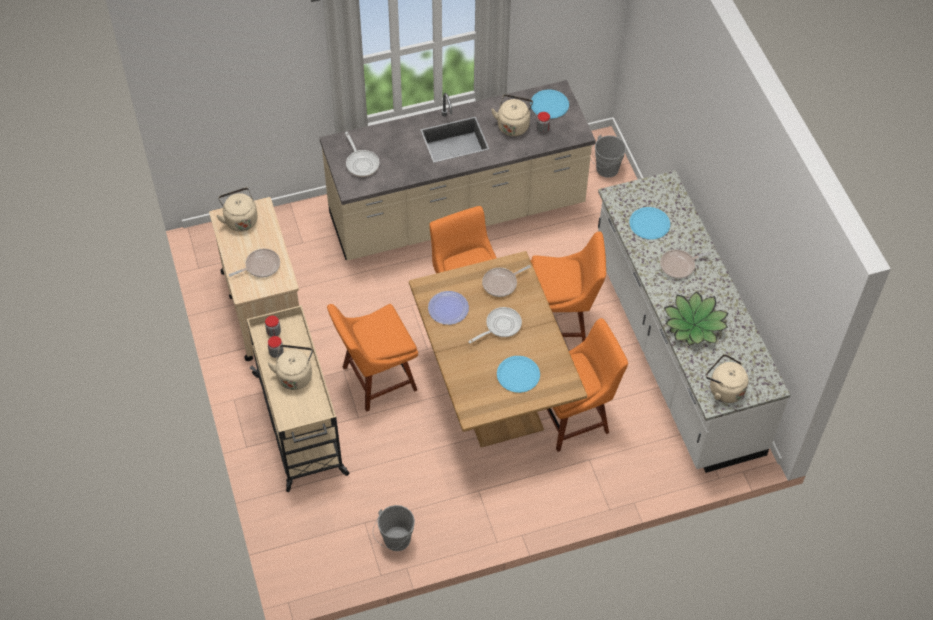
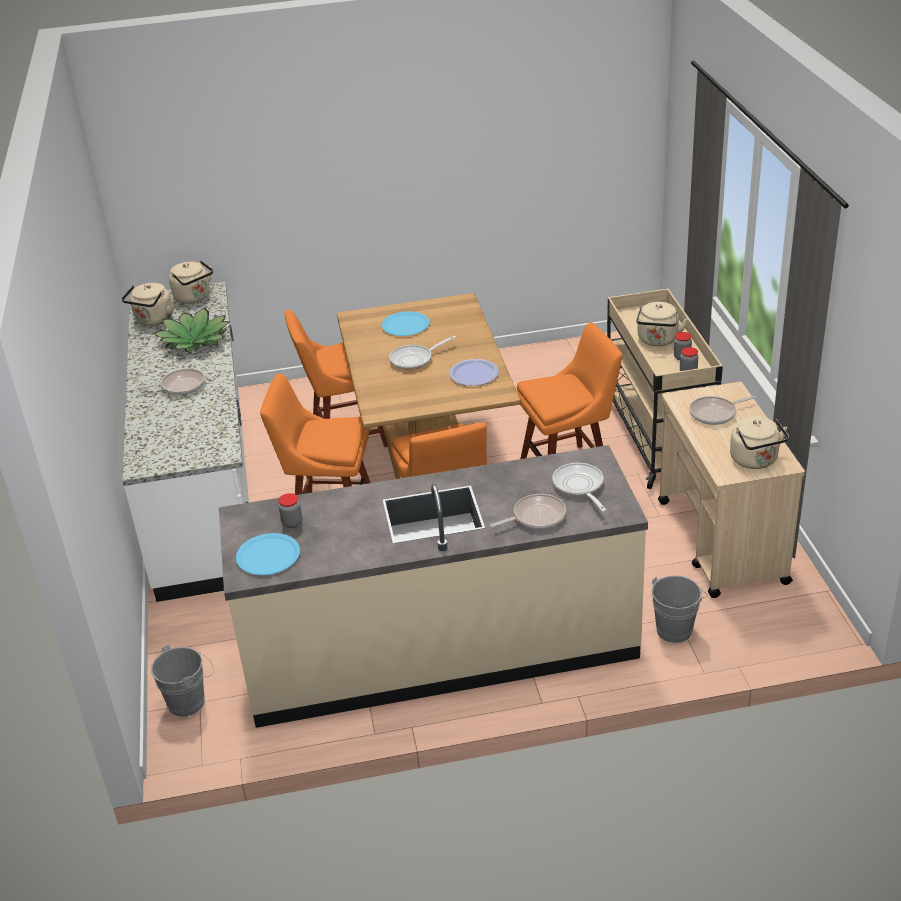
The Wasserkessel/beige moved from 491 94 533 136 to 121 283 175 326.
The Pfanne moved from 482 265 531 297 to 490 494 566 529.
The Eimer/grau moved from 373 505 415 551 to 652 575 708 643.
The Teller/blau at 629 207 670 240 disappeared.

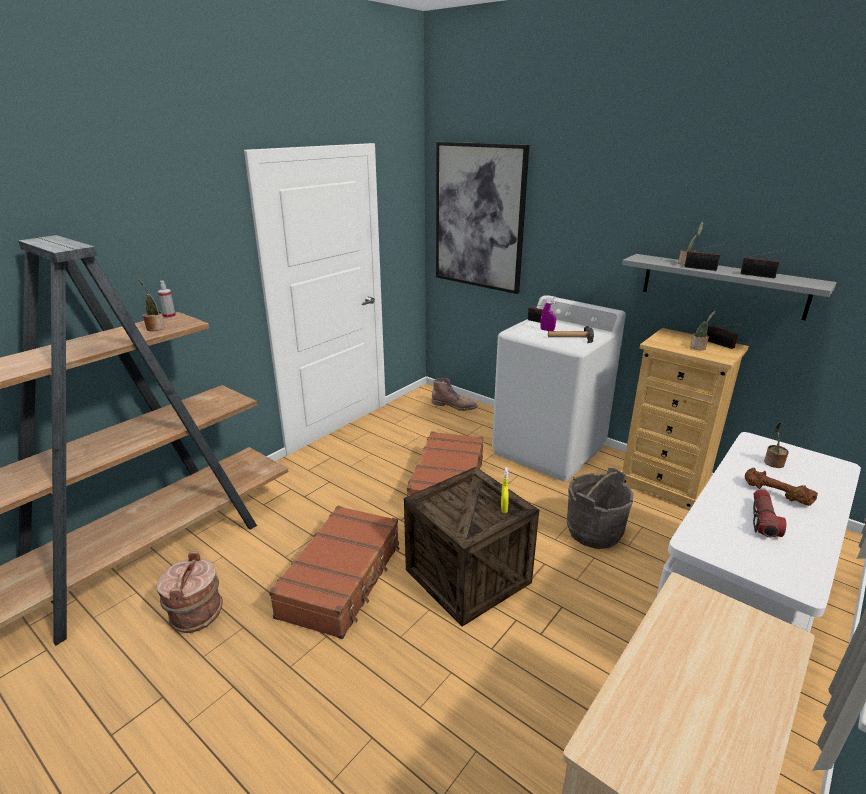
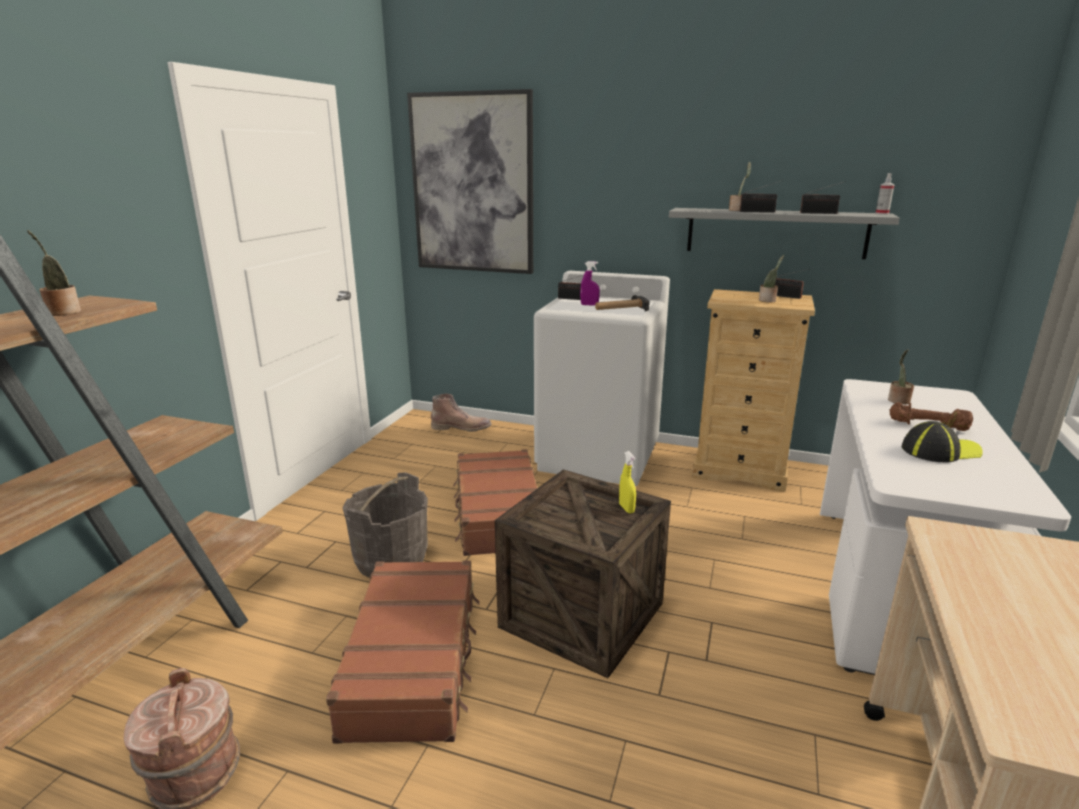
The Eimer/grau moved from 567 468 634 549 to 343 472 428 578.
The Sprühflasche moved from 158 281 176 319 to 875 173 895 215.
The Taschenlampe at 753 489 786 538 was replaced by the Kappe at 902 421 983 463.

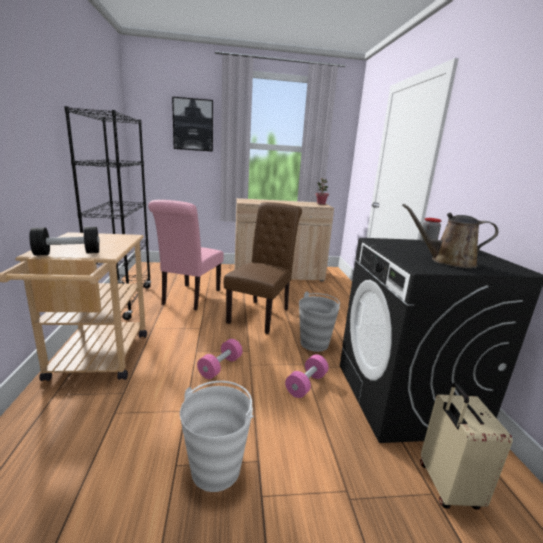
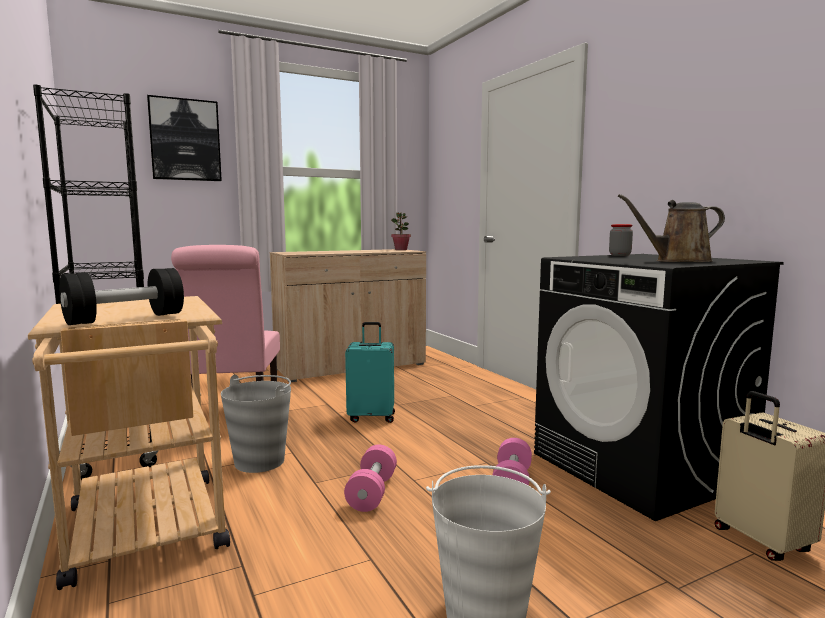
The Eimer/grau moved from 299 291 340 352 to 221 375 291 473.
The Stuhl/braun at 224 202 302 334 was replaced by the Koffer/türkis at 345 322 395 423.

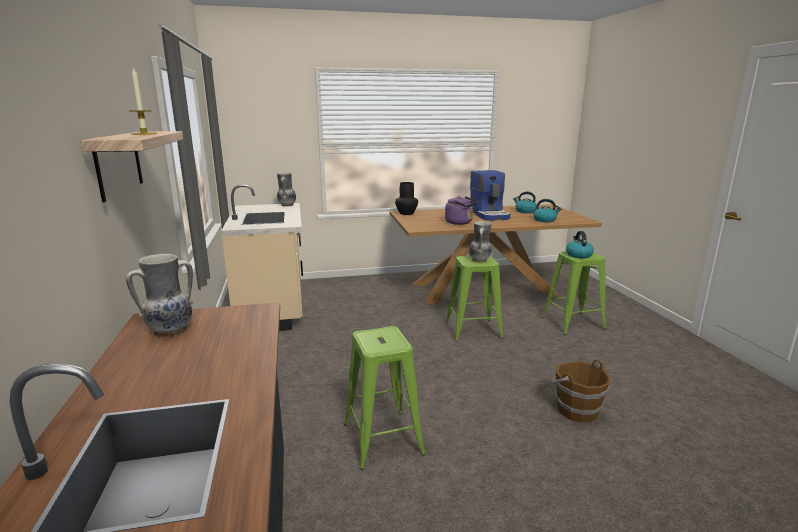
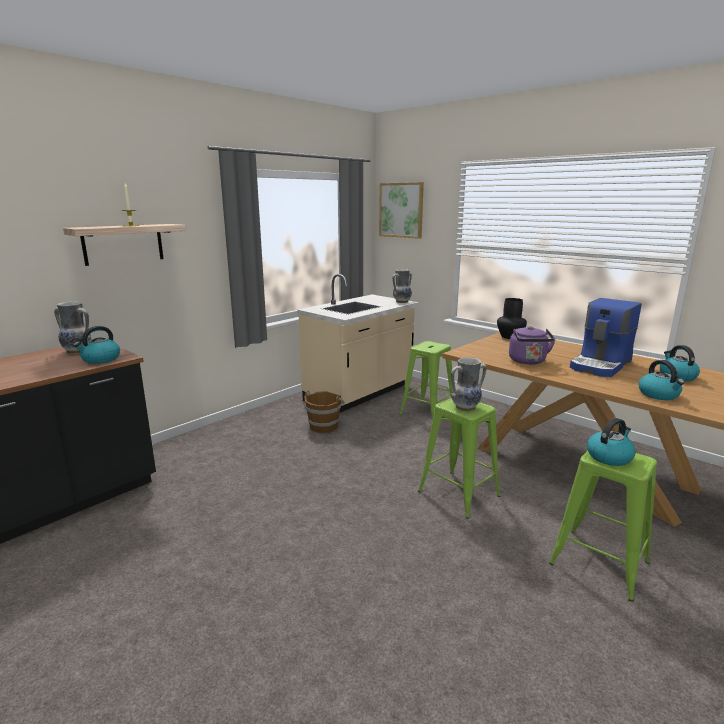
The Wasserkessel at 73 326 120 364 appeared.
The Eimer/braun moved from 552 359 611 423 to 304 390 345 433.
The Bild at 379 182 424 239 appeared.
The Hocker/grün moved from 344 326 426 470 to 399 341 453 419.

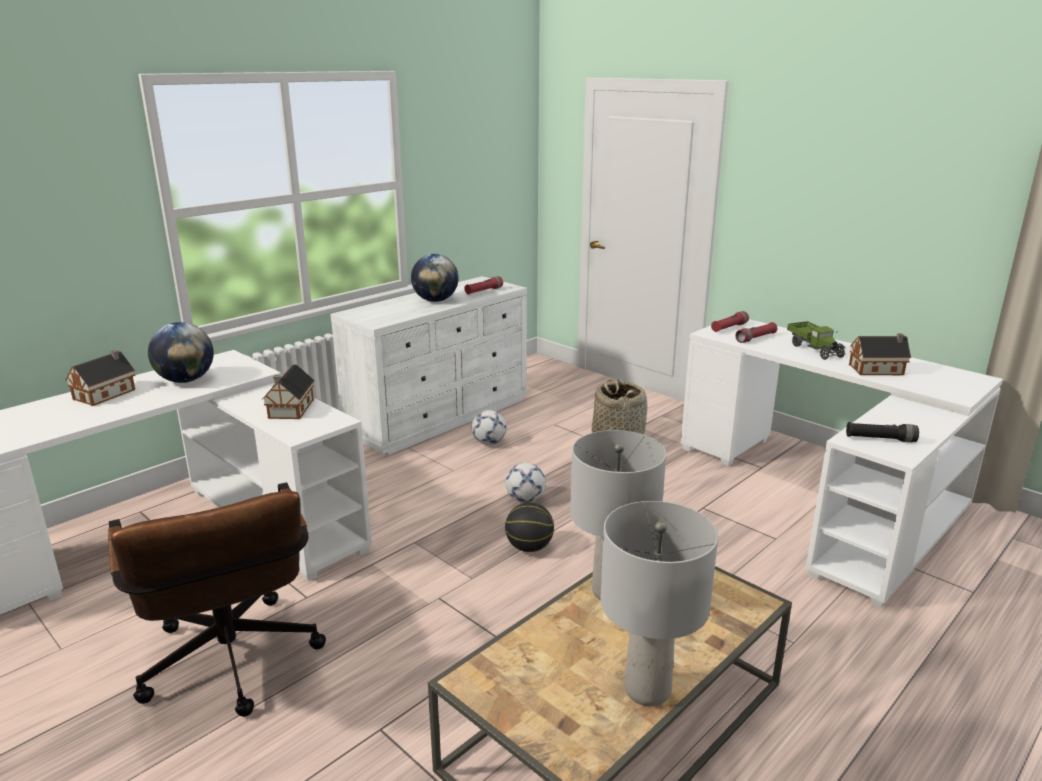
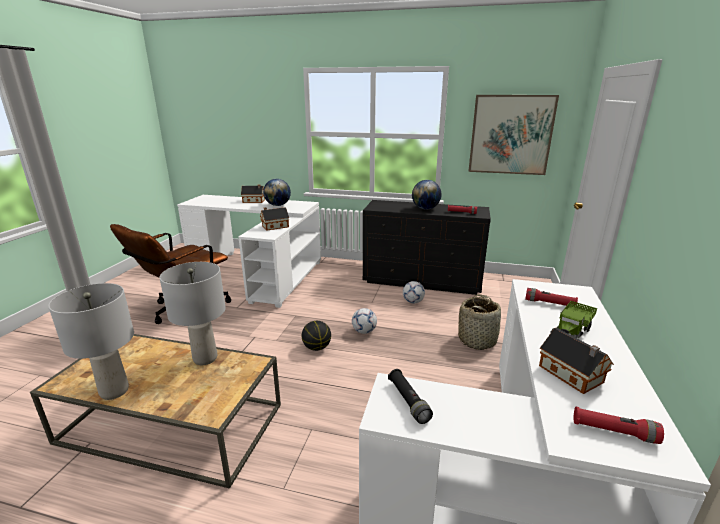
The Kommode/weiß at 330 276 527 455 became the Kommode/schwarz at 363 200 491 295.
The Bild at 468 95 559 175 appeared.
The Taschenlampe/rot moved from 711 311 749 332 to 574 407 664 444.

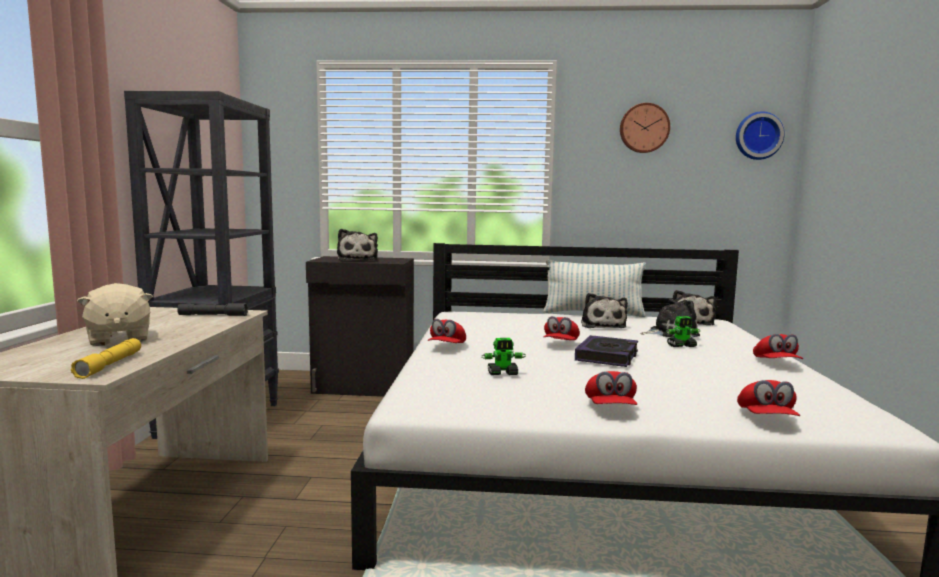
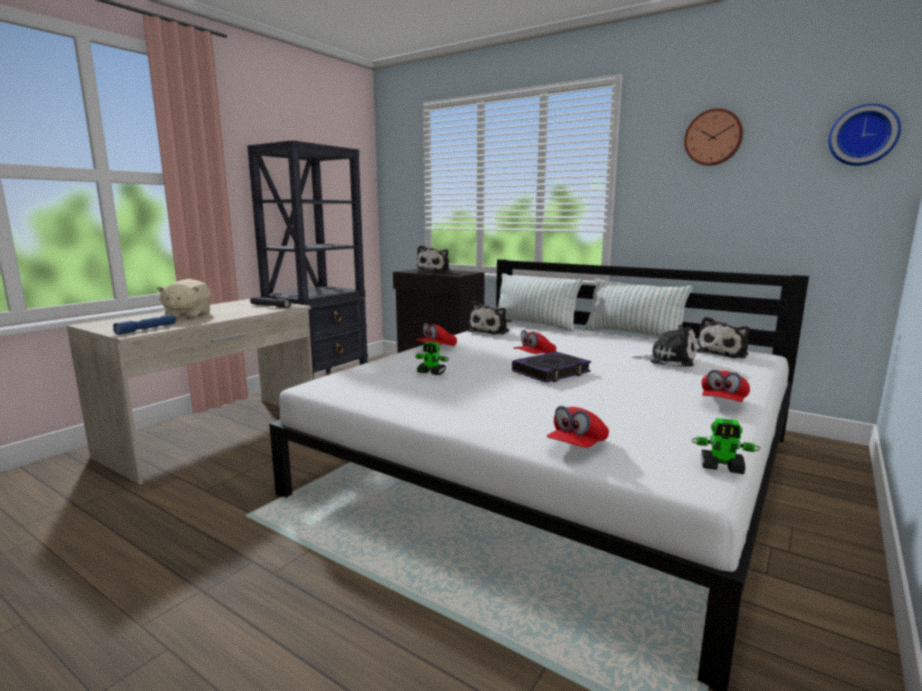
The Taschenlampe/gelb at 71 338 141 379 became the Taschenlampe/blau at 113 315 176 335.
The Plüschtier moved from 581 293 628 328 to 468 301 509 335.
The Kissen at 497 273 583 332 appeared.
The Spielzeugroboter moved from 666 316 700 347 to 692 418 760 474.
The Kappe/rot at 585 371 637 405 disappeared.

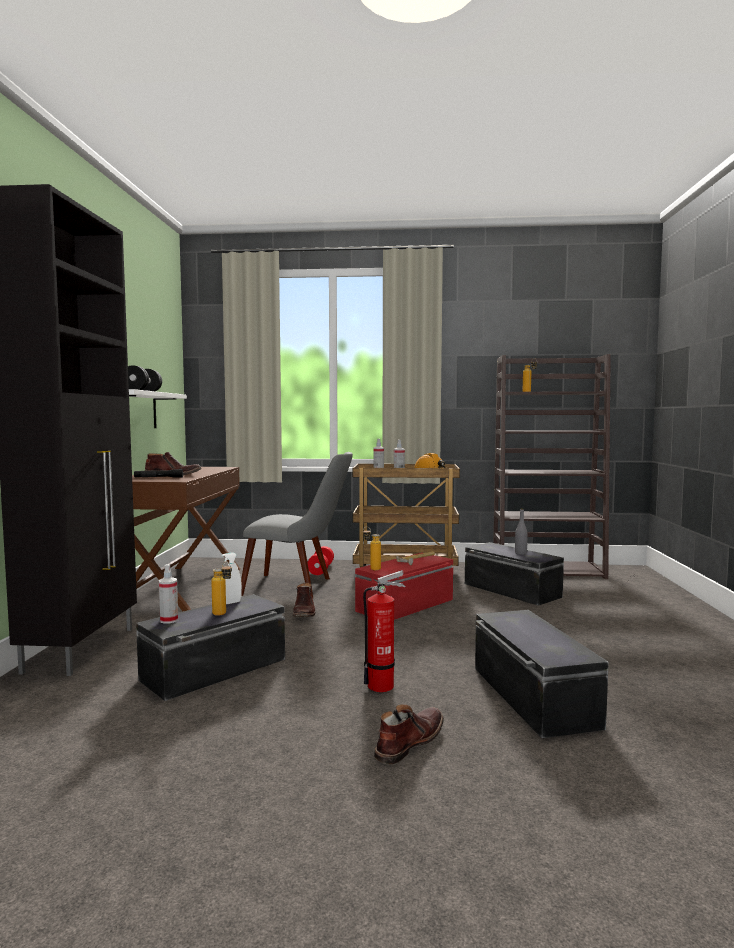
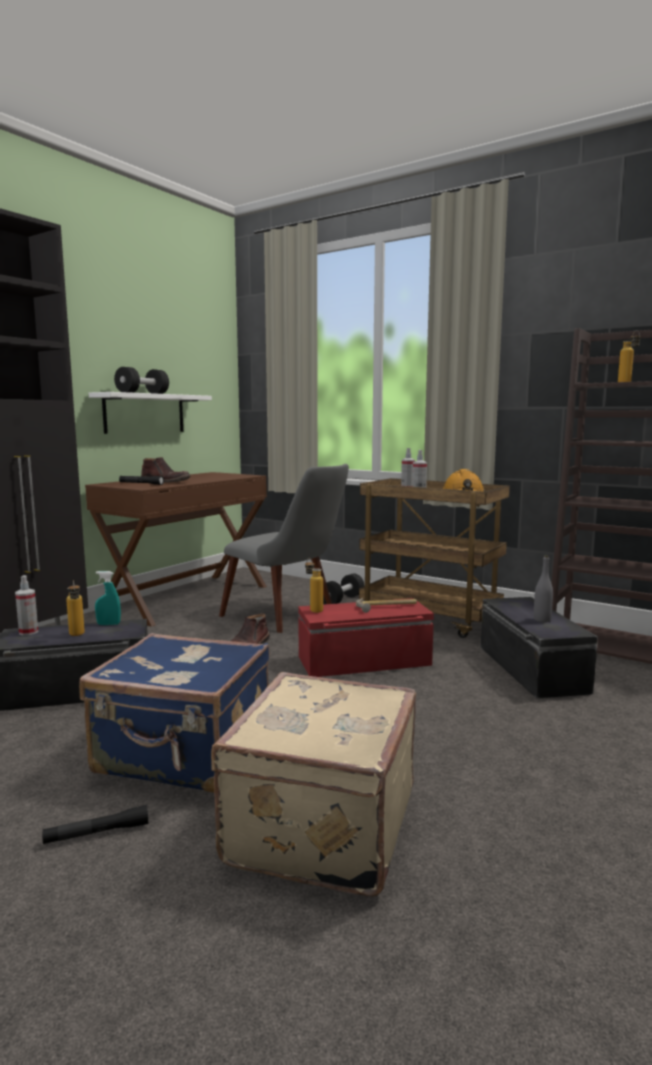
The Stiefel/braun at 374 704 444 765 was replaced by the Taschenlampe/schwarz at 42 805 148 844.
The Feuerlöscher at 363 570 406 692 was replaced by the Koffer/blau at 79 633 270 793.
The Sprühflasche/weiß at 222 553 242 604 became the Sprühflasche/türkis at 95 571 121 625.
The Aufbewahrungsbox/schwarz at 475 610 609 738 was replaced by the Koffer/beige at 211 672 416 897.
The Hantel/rot at 307 546 334 575 became the Hantel/schwarz at 323 573 364 605.

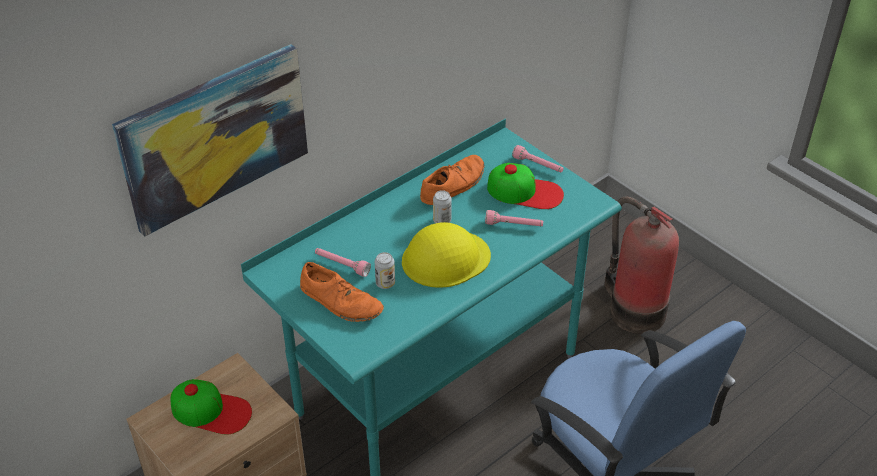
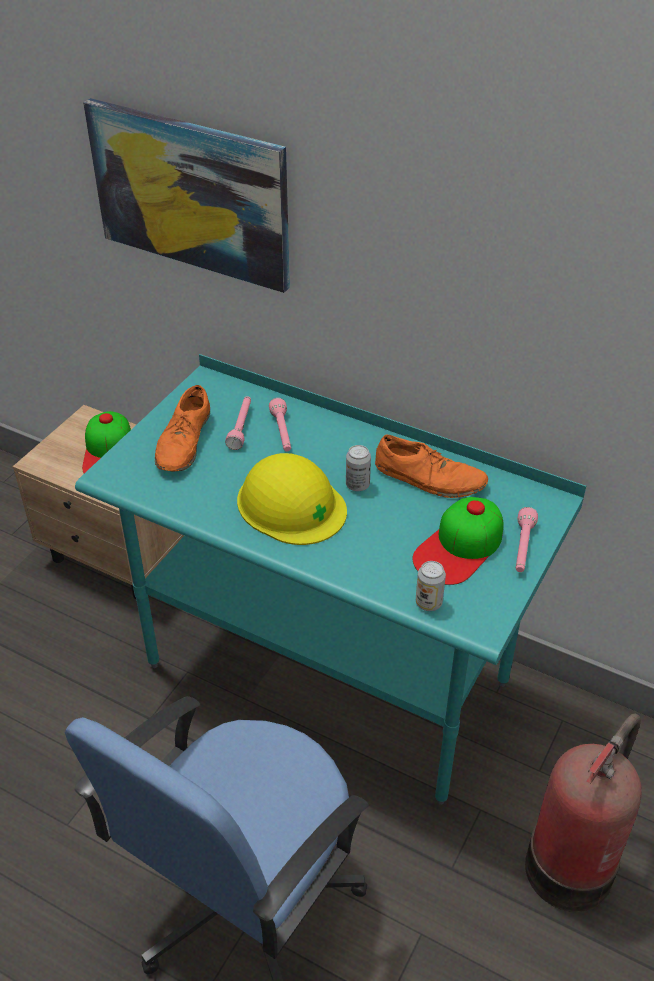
The Taschenlampe/rosa moved from 485 210 543 226 to 269 398 291 452.
The Kappe at 487 163 564 209 turned 45 degrees clockwise.
The Dose moved from 375 252 395 289 to 416 561 446 611.

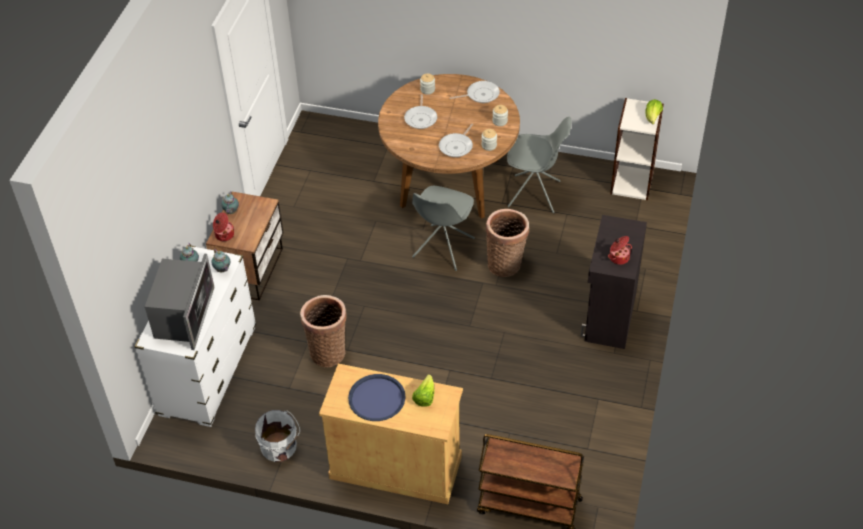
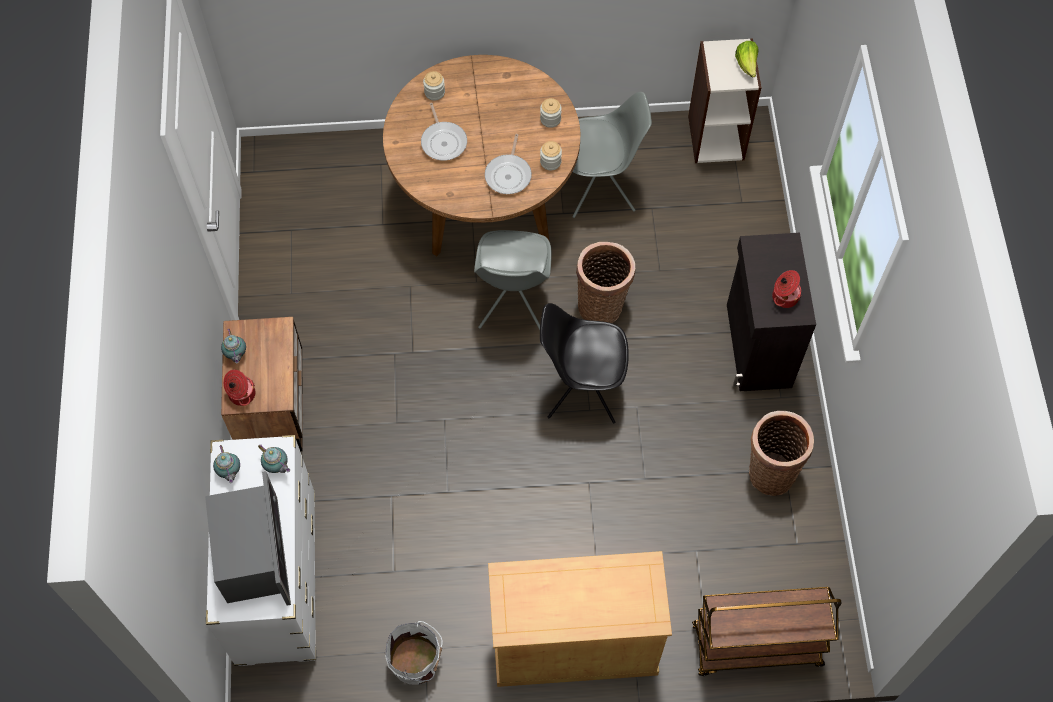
The Stuhl/schwarz at 540 303 629 424 appeared.
The Korb moved from 300 295 347 367 to 749 411 814 496.
The Tablett/blau at 348 374 406 421 disappeared.
The Salatkopf at 412 374 435 407 disappeared.
The Pfanne at 450 81 500 103 disappeared.

